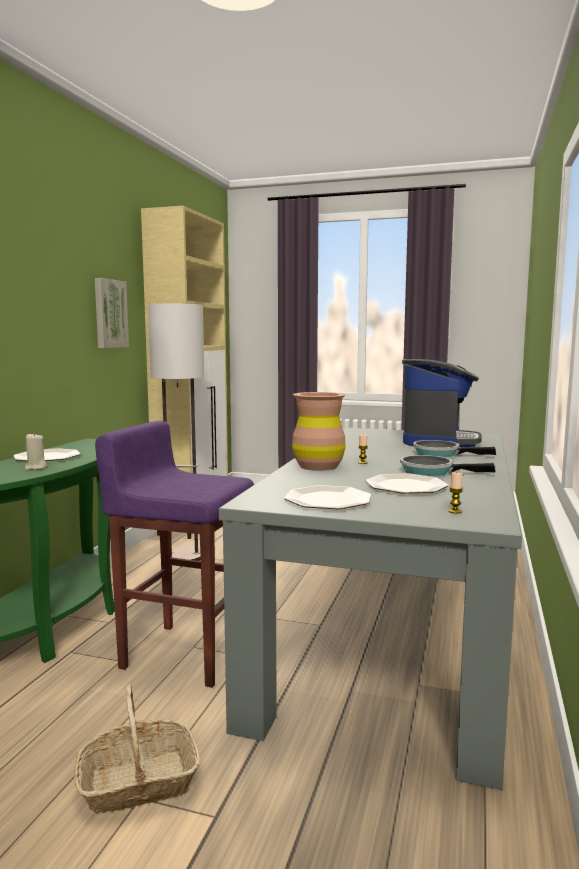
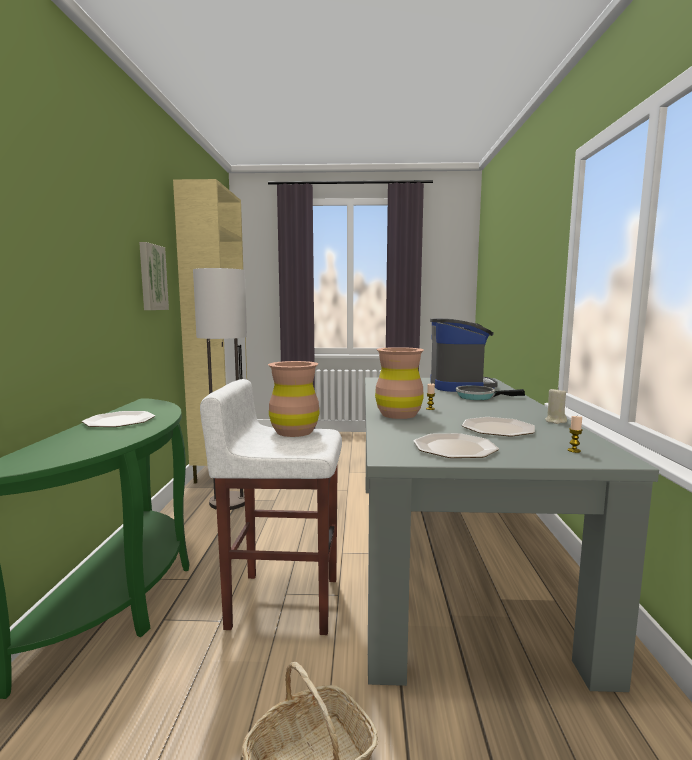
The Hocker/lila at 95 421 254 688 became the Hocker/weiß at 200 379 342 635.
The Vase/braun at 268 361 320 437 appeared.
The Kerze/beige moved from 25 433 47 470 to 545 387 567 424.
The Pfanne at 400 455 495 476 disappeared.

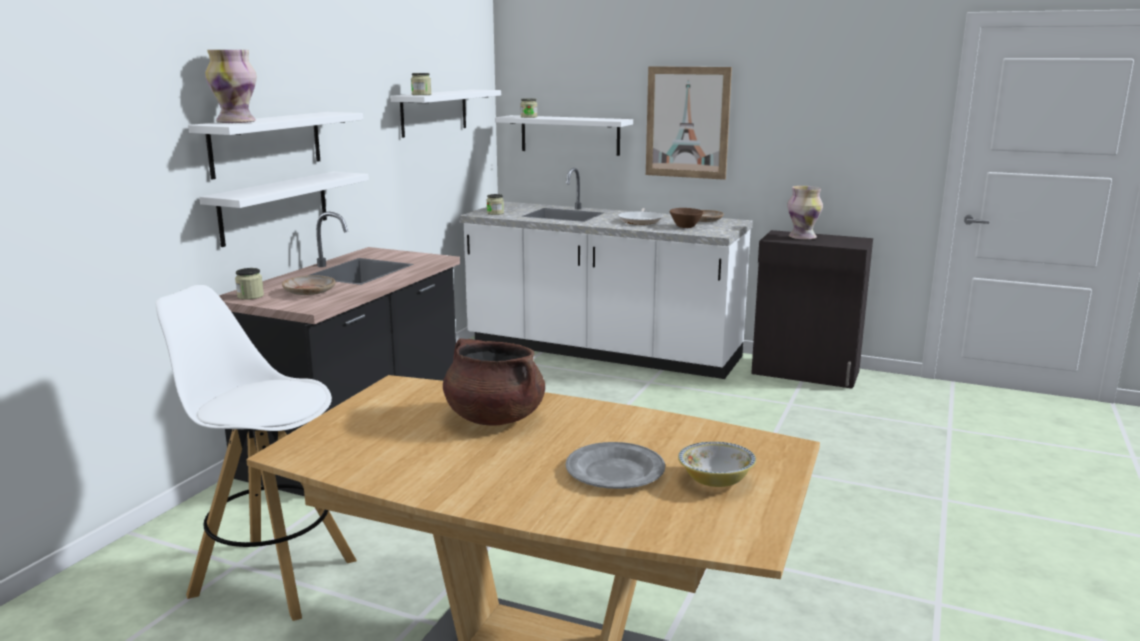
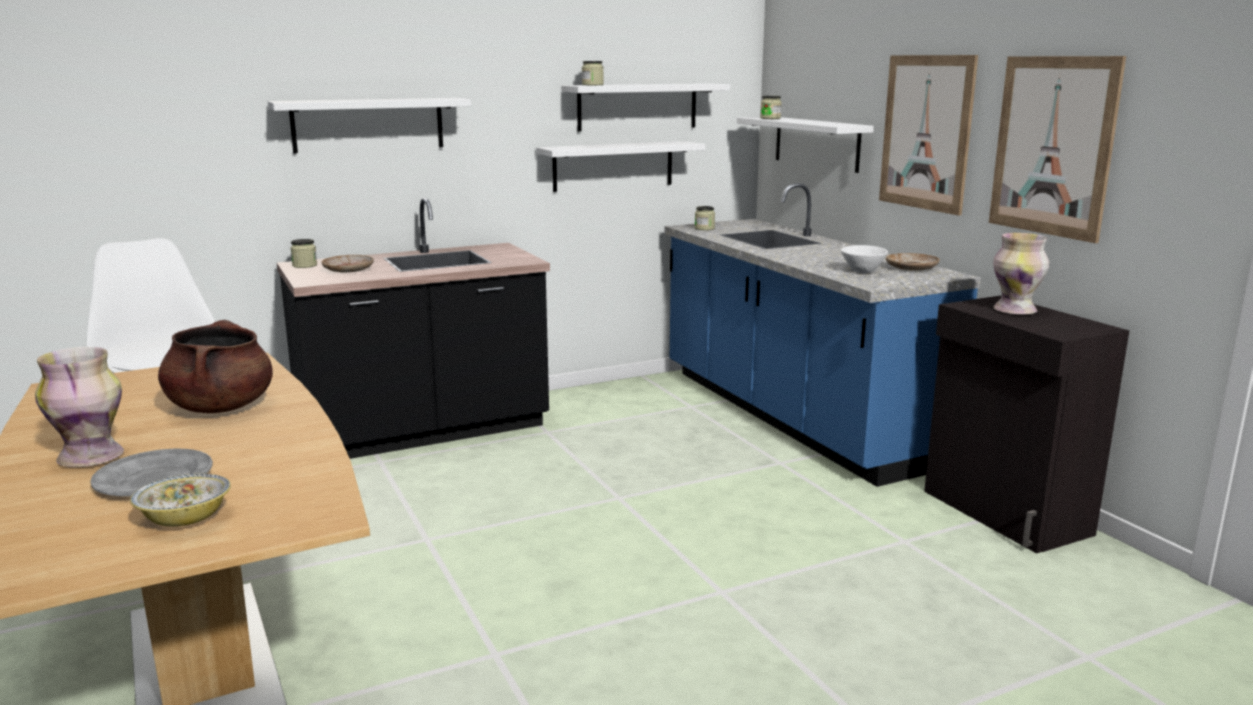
The Vase moved from 205 50 257 123 to 35 347 124 467.
The Wandregal/weiß moved from 199 172 369 247 to 536 141 705 192.
The Küchenzeile/weiß at 459 168 753 379 became the Küchenzeile/blau at 664 183 981 487.
The Schüssel/braun at 670 208 704 228 became the Schüssel/weiß at 841 245 888 273.
The Bild at 989 56 1126 243 appeared.
The Pfanne at 618 208 663 225 disappeared.

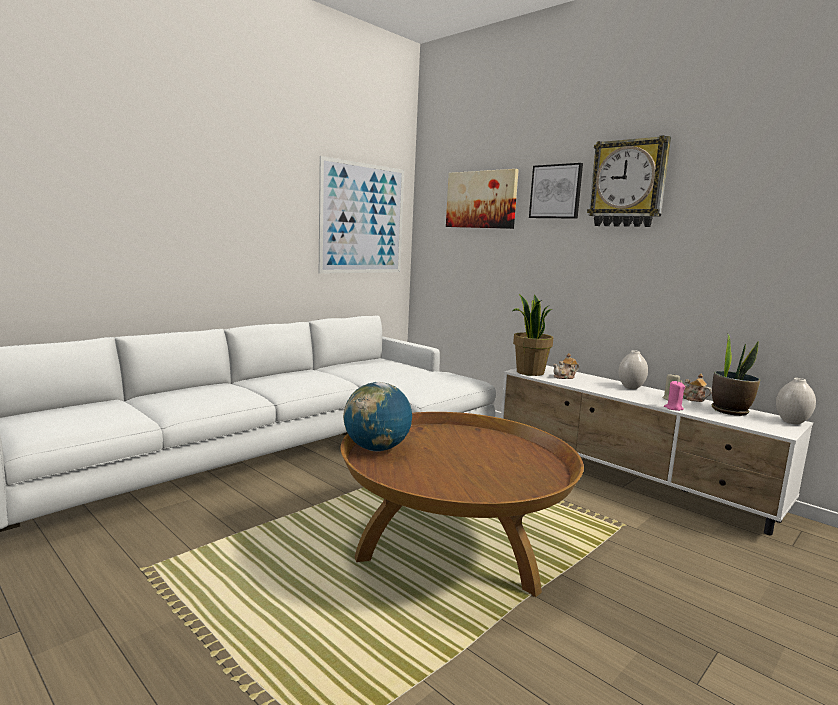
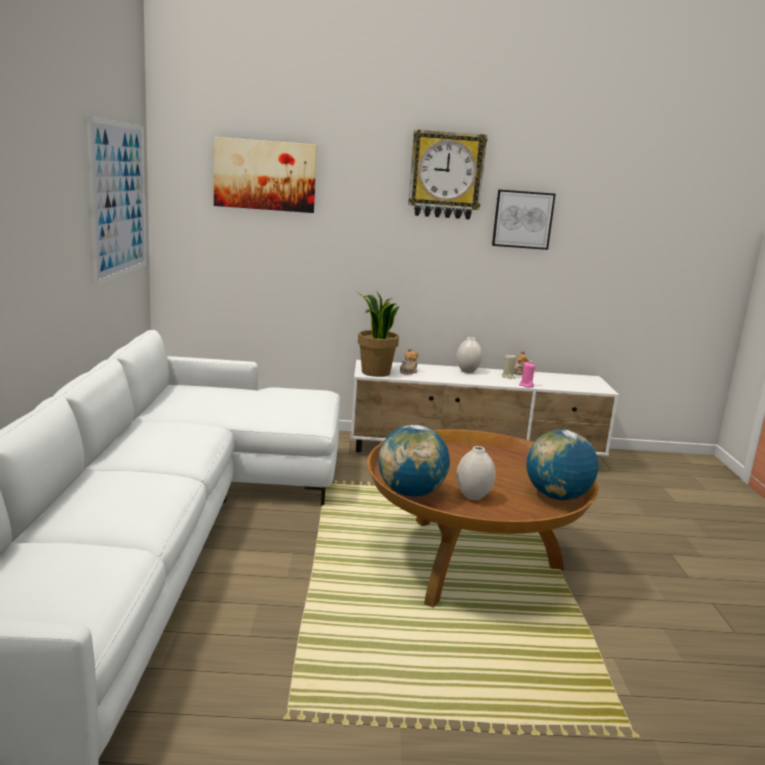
The Vase/weiß moved from 776 378 816 425 to 456 446 495 500.
The Bild moved from 529 163 583 219 to 492 189 556 250.
The Globus at 527 430 598 500 appeared.
The Topfpflanze at 711 333 760 416 disappeared.

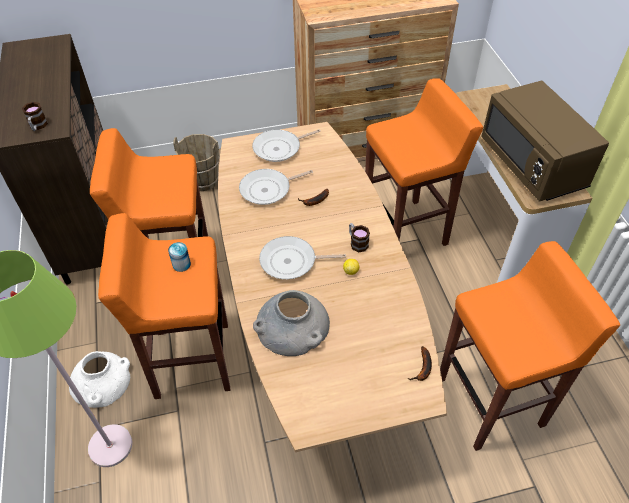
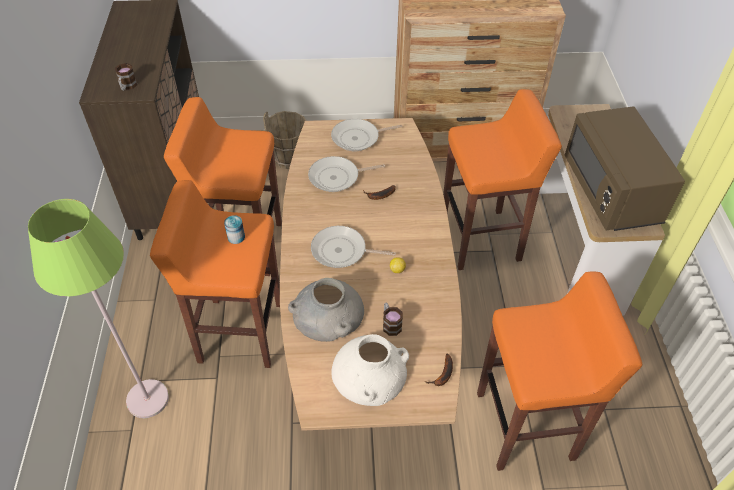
The Vase/weiß moved from 69 351 130 408 to 331 334 409 406.
The Henkelbecher moved from 349 223 370 252 to 383 302 403 336.

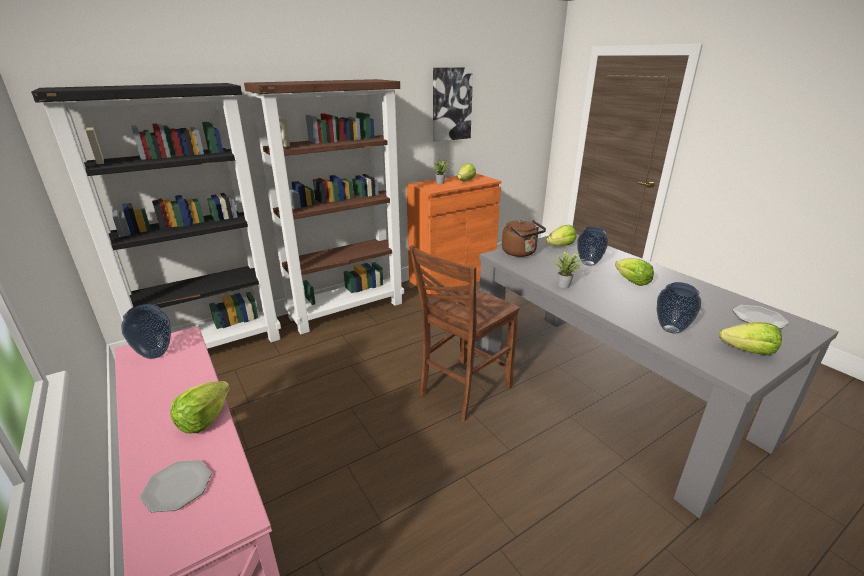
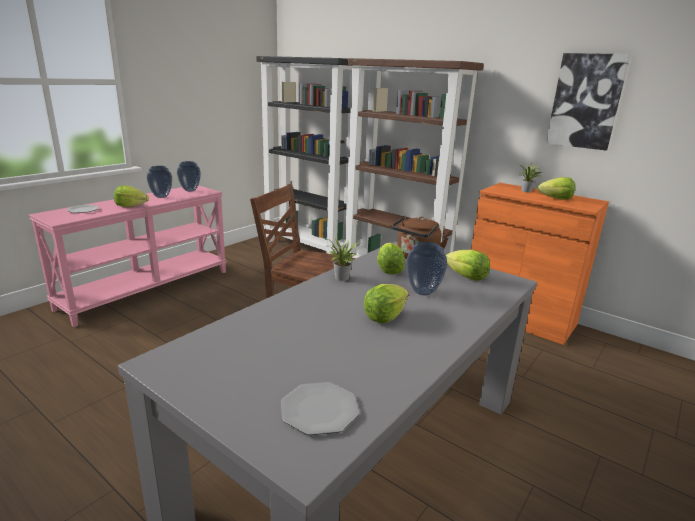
The Vase moved from 657 282 701 333 to 147 166 172 198.
The Salatkopf moved from 719 322 782 355 to 377 243 405 275.

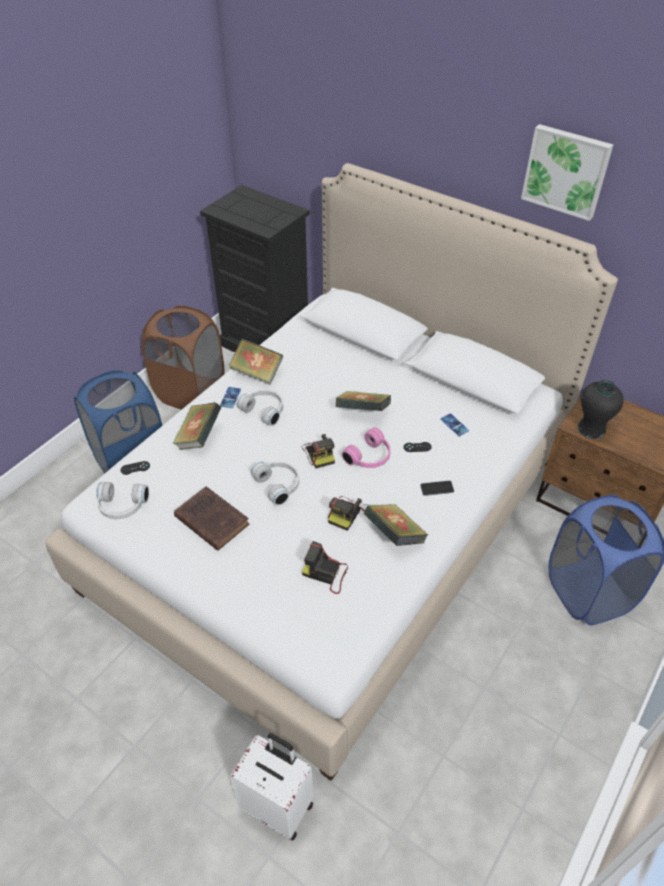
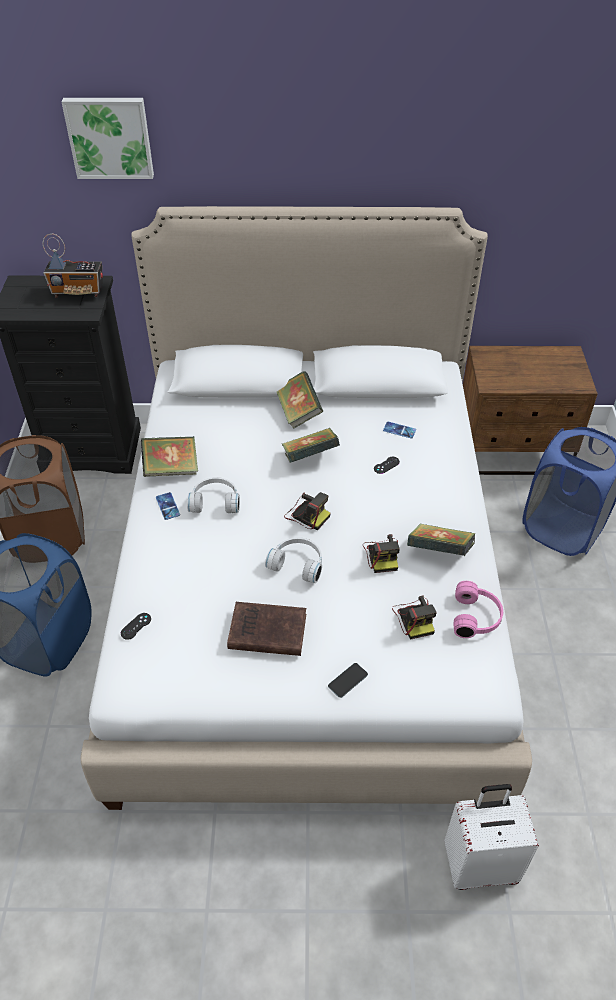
The Radio at 43 233 103 298 appeared.
The Bild moved from 521 124 614 221 to 62 98 154 179.
The Buch moved from 173 402 221 450 to 277 371 323 429.
The Handy moved from 420 481 454 496 to 328 663 368 698.
The Kamera at 302 541 348 594 turned 90 degrees counterclockwise.
The Kopfhörer/rosa moved from 342 428 390 468 to 454 581 503 638.
The Kopfhörer/weiß at 96 482 149 519 disappeared.
The Vase/schwarz at 578 380 624 439 disappeared.

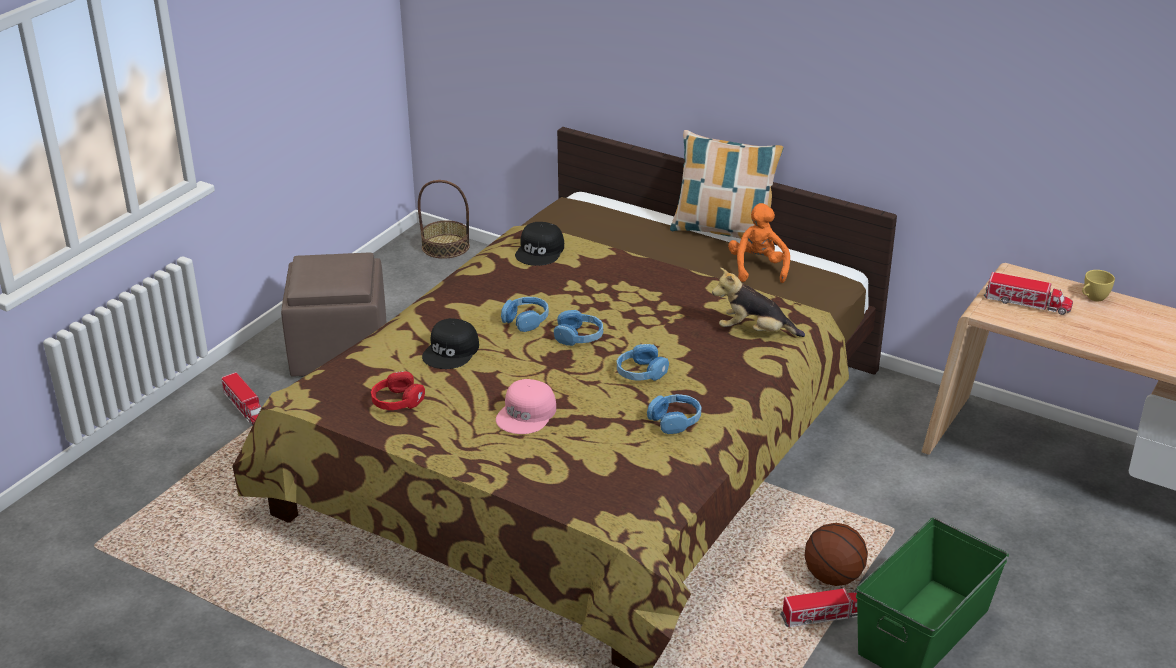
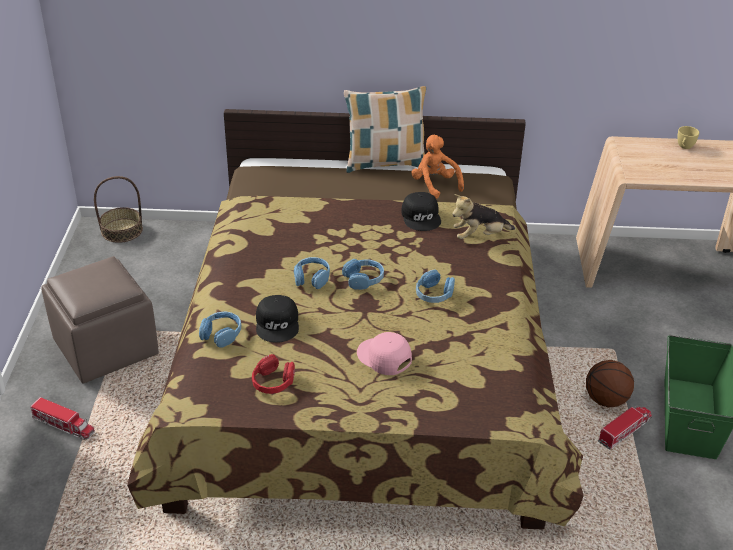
The Kopfhörer/blau moved from 647 394 702 434 to 199 312 241 348.
The Kappe/rosa at 496 379 556 434 turned 135 degrees clockwise.
The Kappe/schwarz moved from 515 222 564 266 to 401 192 441 231.
The Spielzeuglaster at 984 272 1073 315 disappeared.

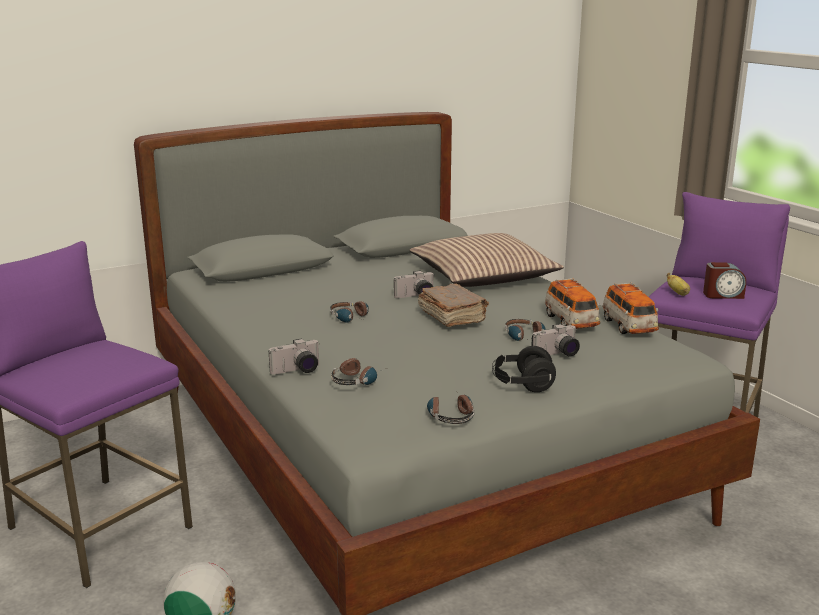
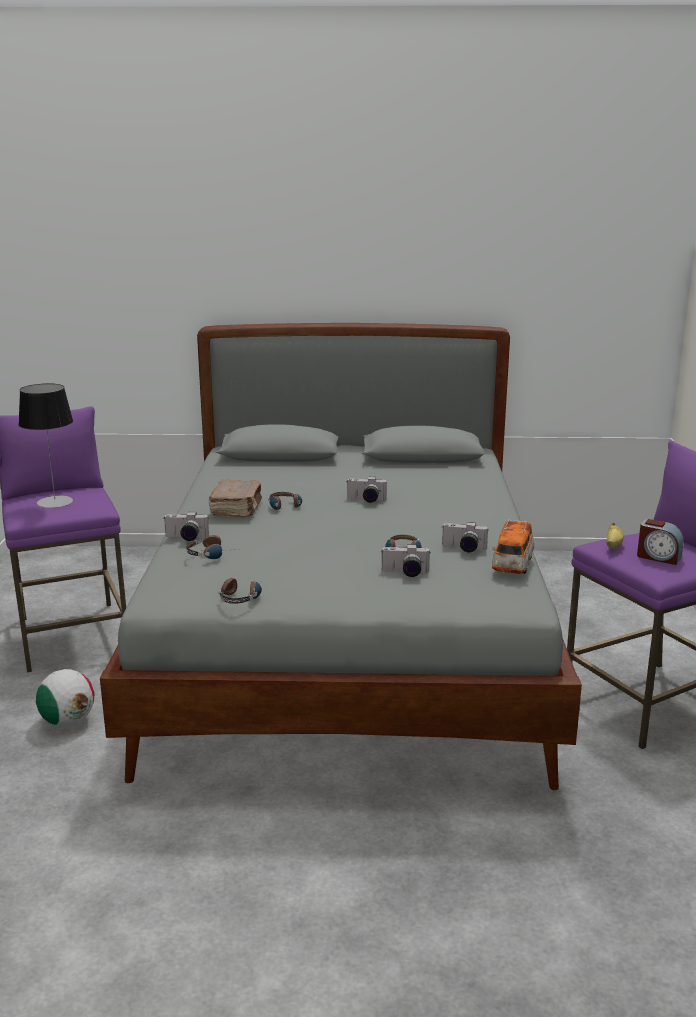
The Tischlampe at 18 383 73 508 appeared.
The Buch/braun moved from 418 283 489 327 to 208 479 262 517.
The Spielzeugauto at 545 278 600 329 was replaced by the Kamera at 442 522 489 552.
The Kissen at 409 233 564 287 disappeared.
The Kopfhörer/schwarz at 492 346 556 392 disappeared.

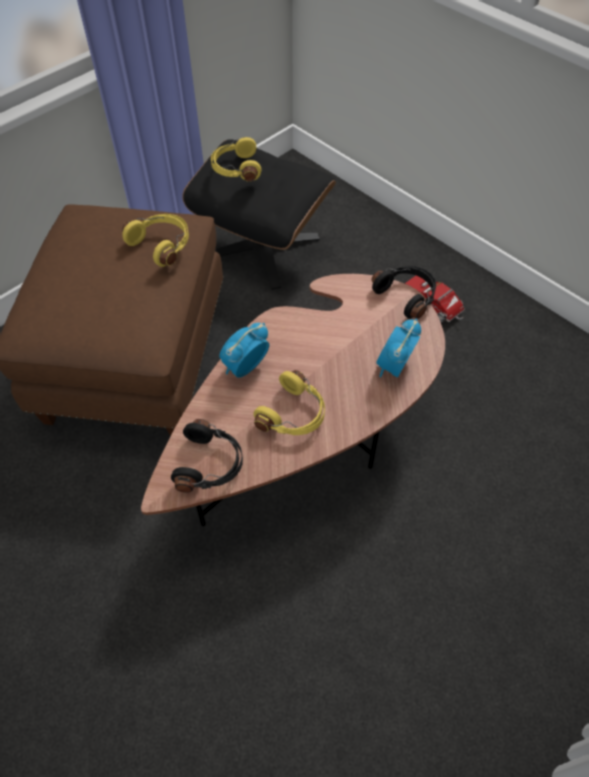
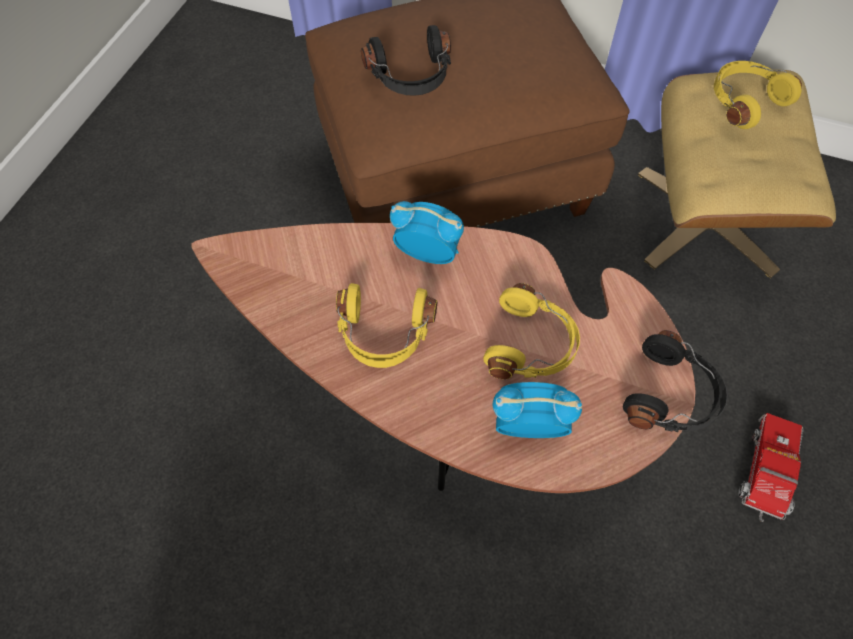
The Kopfhörer/schwarz moved from 171 419 243 493 to 361 25 451 96.
The Kopfhörer/gelb moved from 122 214 189 267 to 483 283 580 379.
The Polsterhocker/schwarz at 182 139 336 290 became the Polsterhocker/beige at 638 69 836 278.

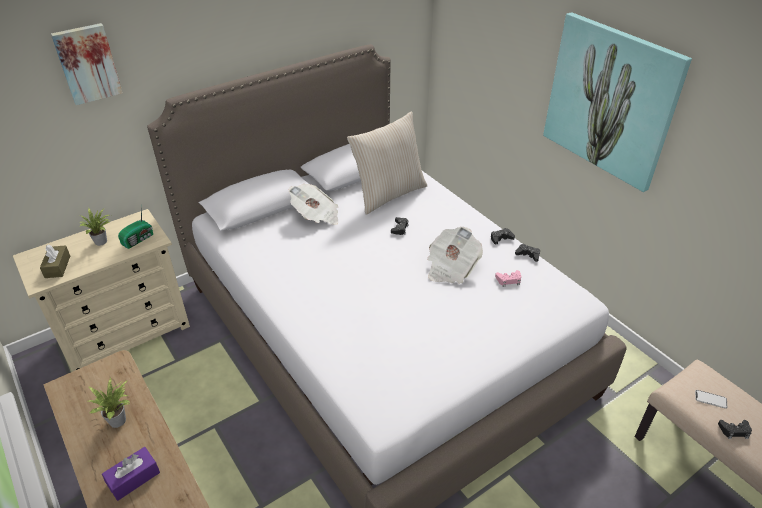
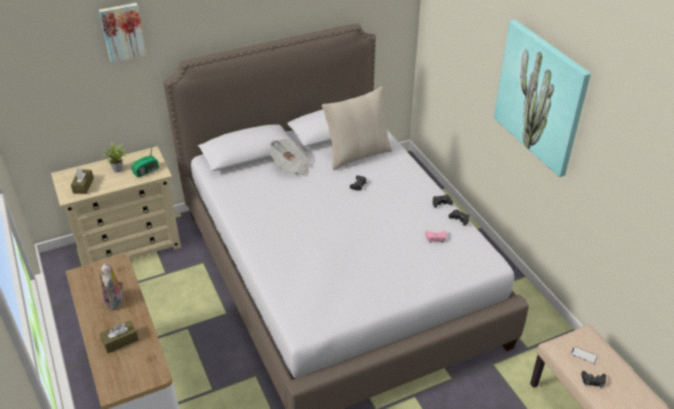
The Taschentuchbox/lila at 102 447 160 501 became the Taschentuchbox/braun at 99 320 139 353.
The Topfpflanze at 88 378 131 428 was replaced by the Plüschtier at 100 263 125 310.
The Zeitung at 427 227 483 284 disappeared.

